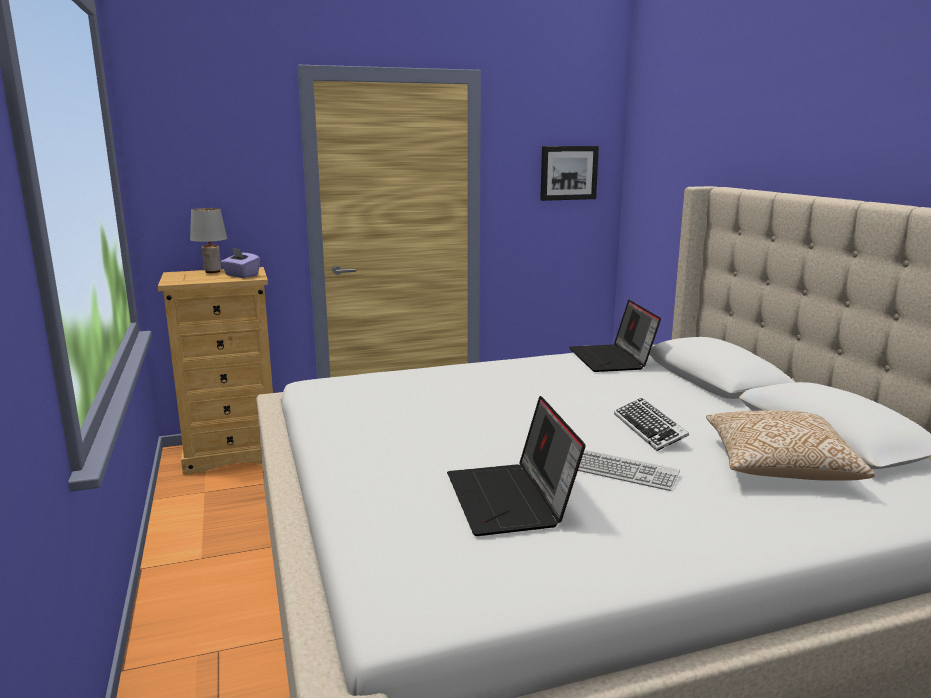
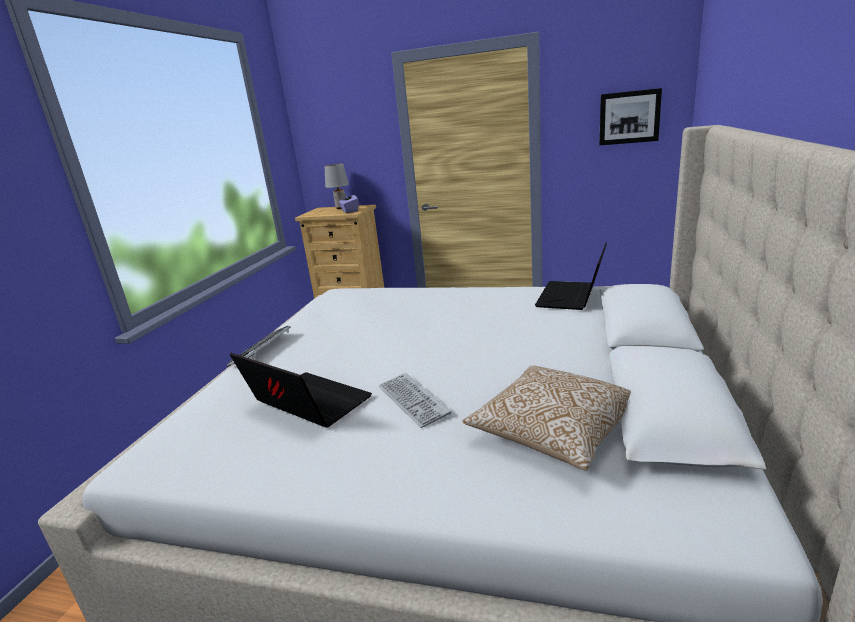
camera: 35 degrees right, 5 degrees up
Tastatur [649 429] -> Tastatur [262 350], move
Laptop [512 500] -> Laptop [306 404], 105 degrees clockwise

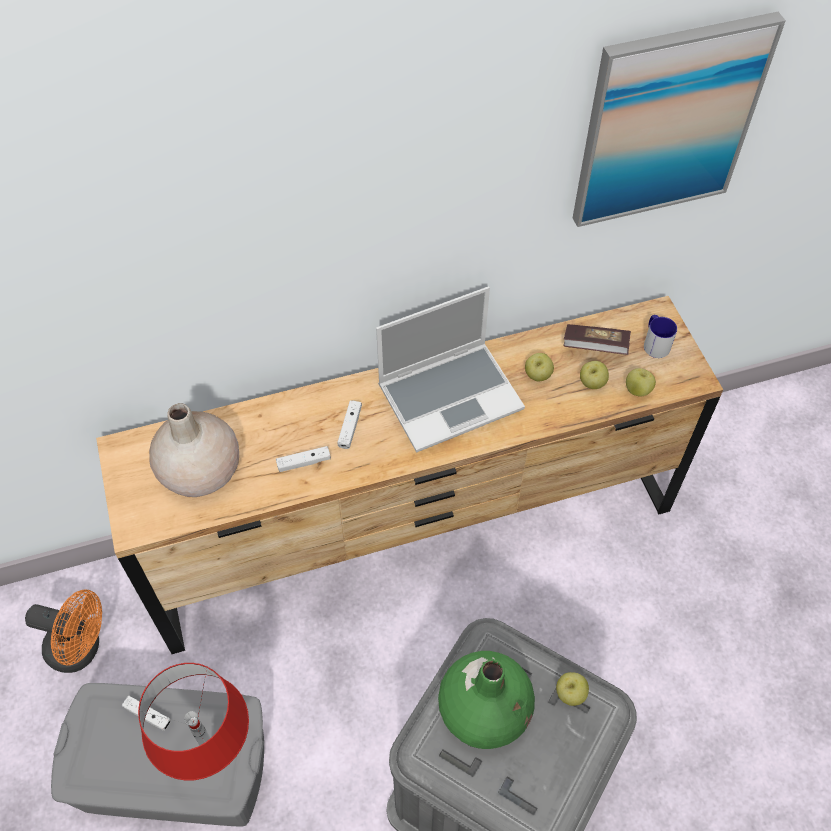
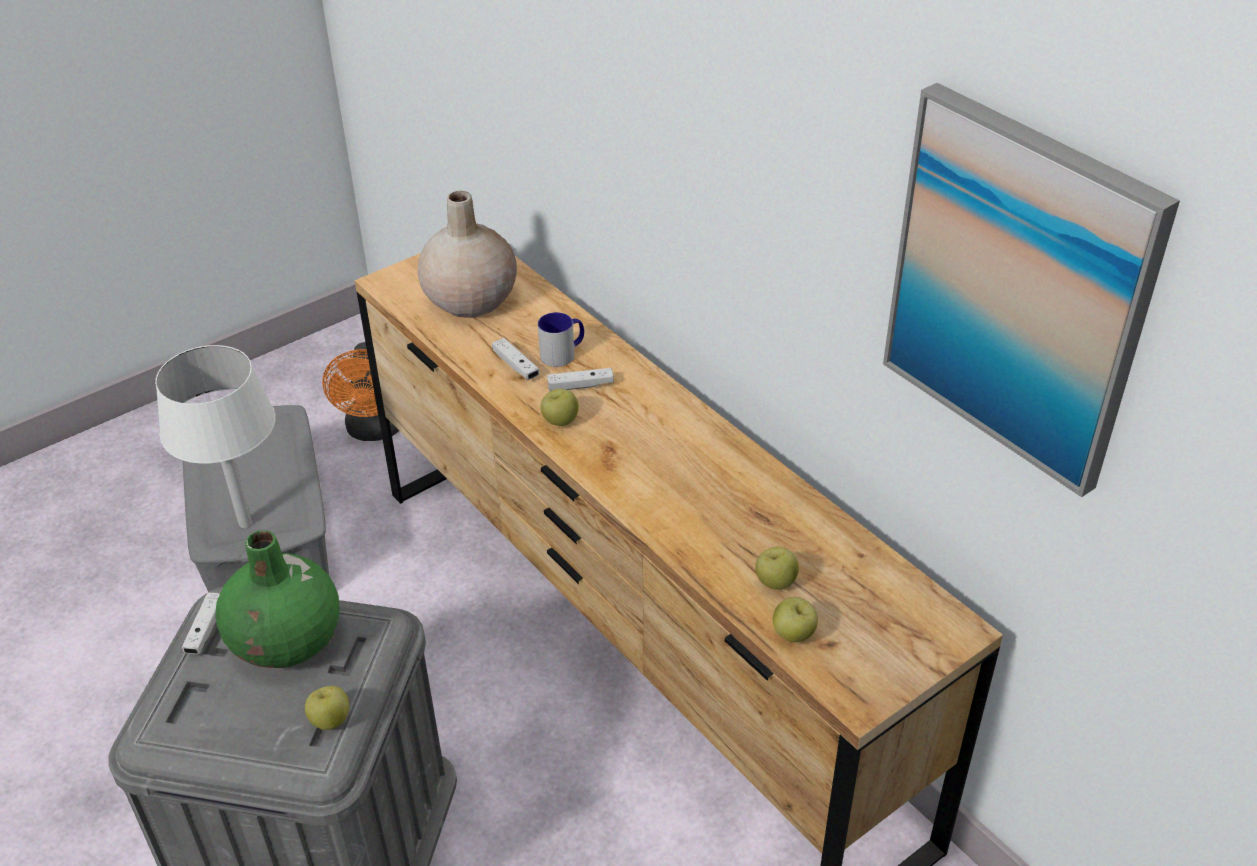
camera: 70 degrees right, 15 degrees down
Tischlampe/rot [216 761] -> Tischlampe/weiß [245 523]
Gamepad/weiß [148 715] -> Gamepad/weiß [206 629], move
Henkelbecher [654 343] -> Henkelbecher [563 353], move
Apfel [537 375] -> Apfel [560 421], move
Laptop [451 396] -> none
Buch [595 347] -> none

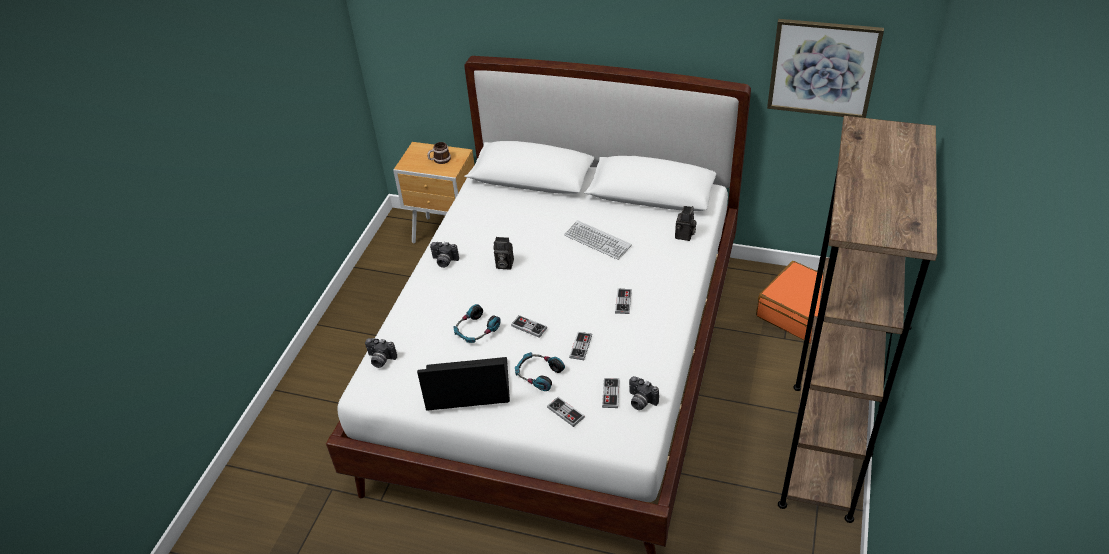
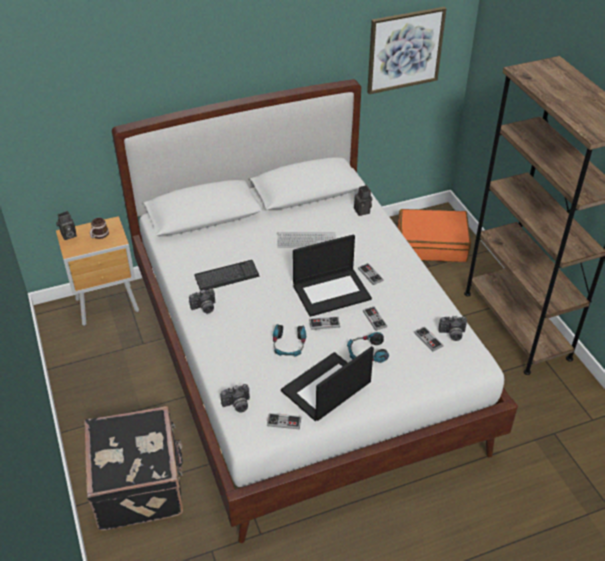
camera: 40 degrees left, 0 degrees up
Kamera [503 264] -> Kamera [68 235], move
none -> Koffer/schwarz [140 485]
none -> Tastatur [226 277]
Gamepad [565 412] -> Gamepad [284 422], move
none -> Laptop [332 291]

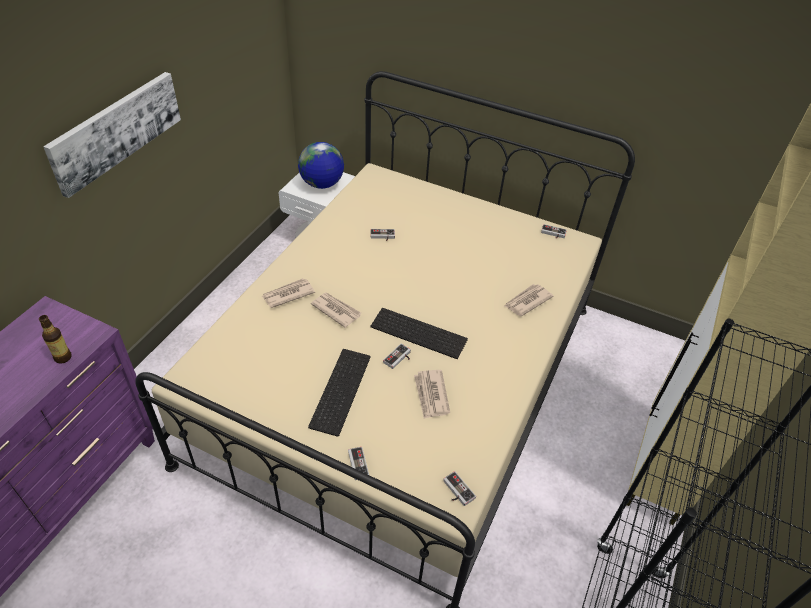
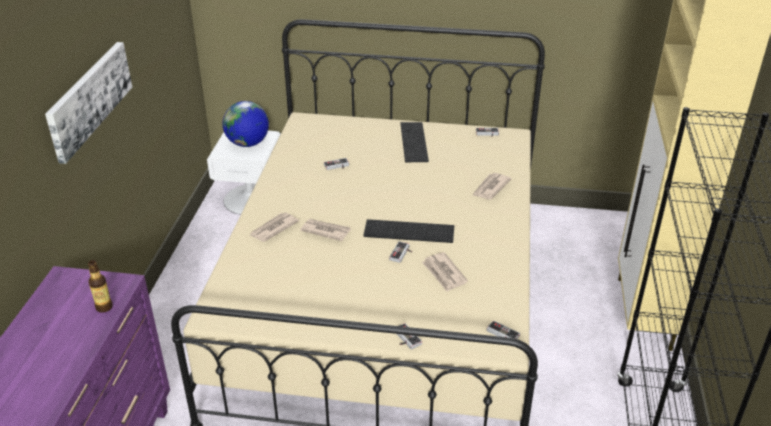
camera: 15 degrees left, 10 degrees down
Tastatur [339 389] -> Tastatur [412 141], move

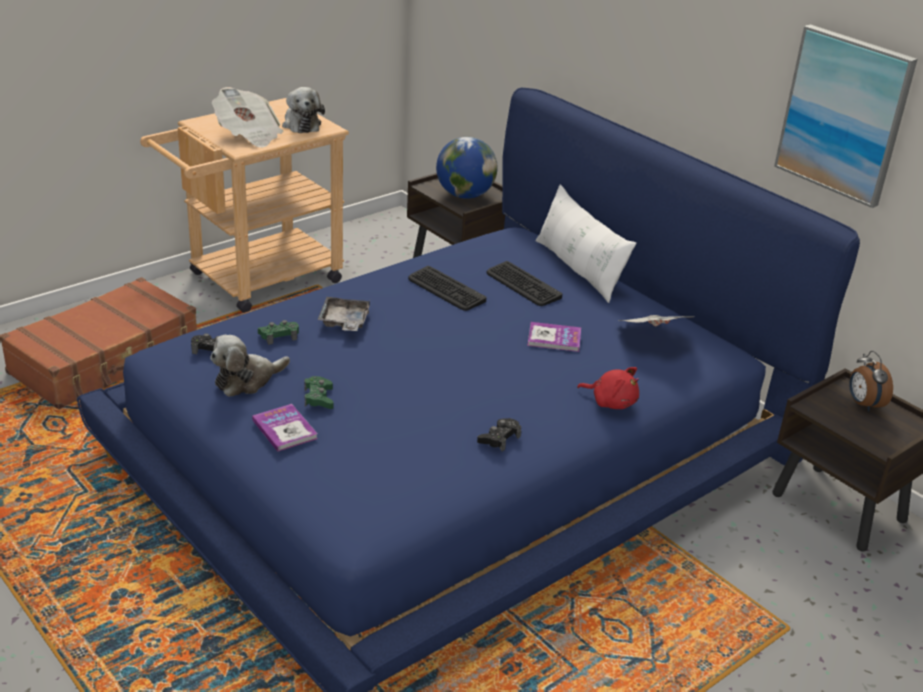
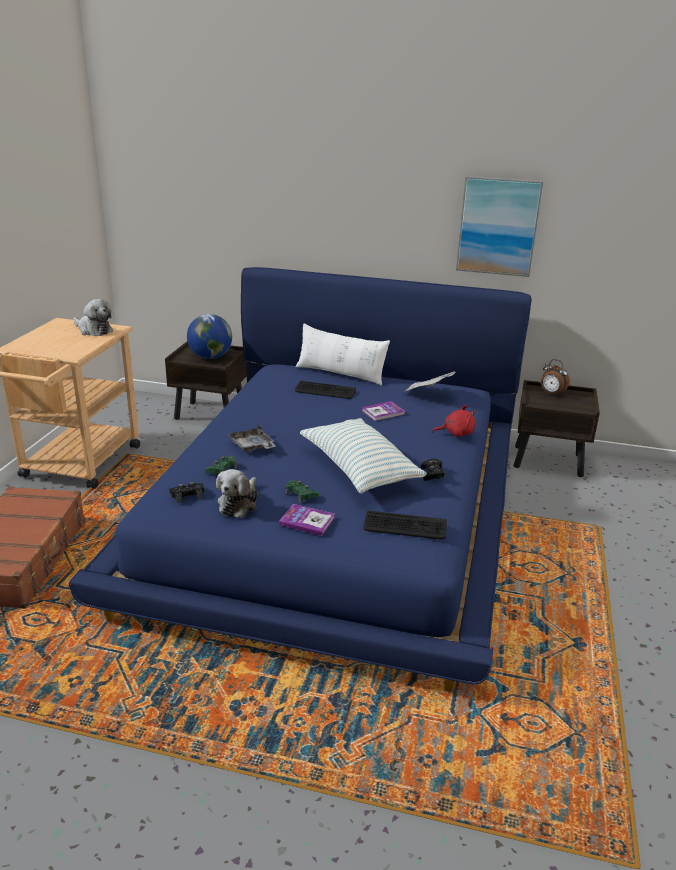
camera: 35 degrees left, 5 degrees down
none -> Kissen [359 469]
Tastatur [446 290] -> Tastatur [405 526], move
Zeitung [248 135] -> none

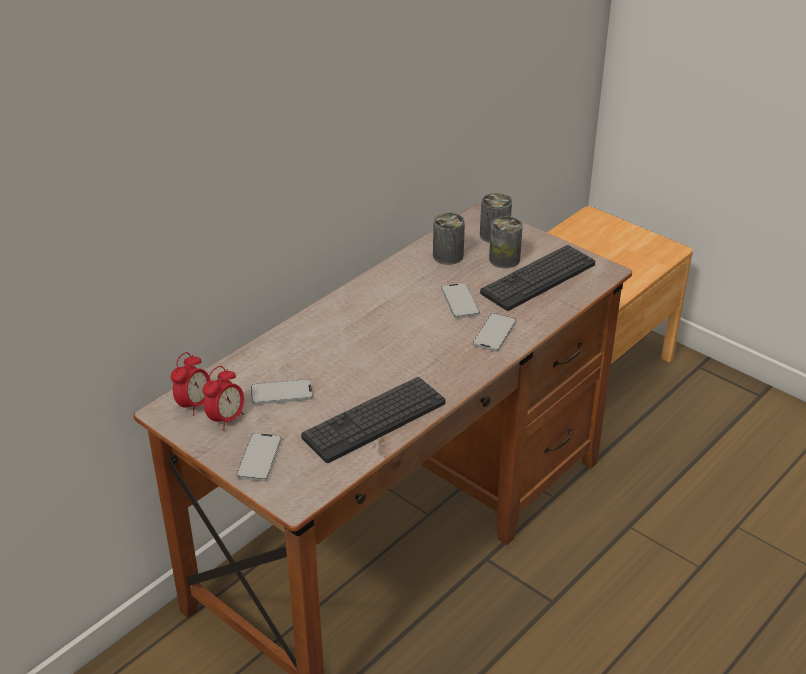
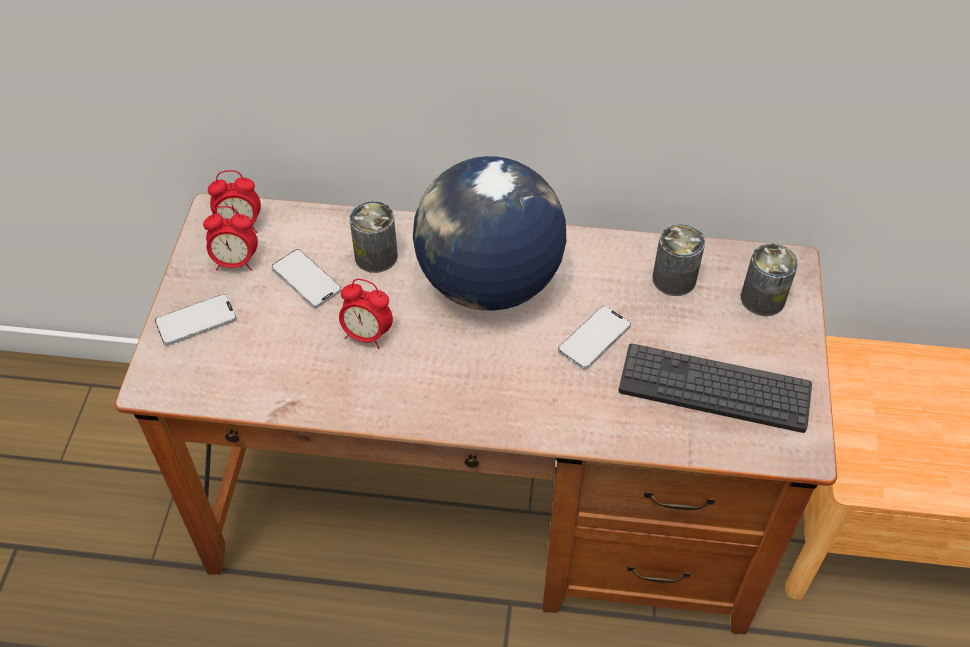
camera: 55 degrees right, 15 degrees up
none -> Wecker [367 335]
Dose [504 259] -> Dose [376 256], move
none -> Globus [488 283]
Tastatur [374 420] -> none
Handy [494 333] -> none

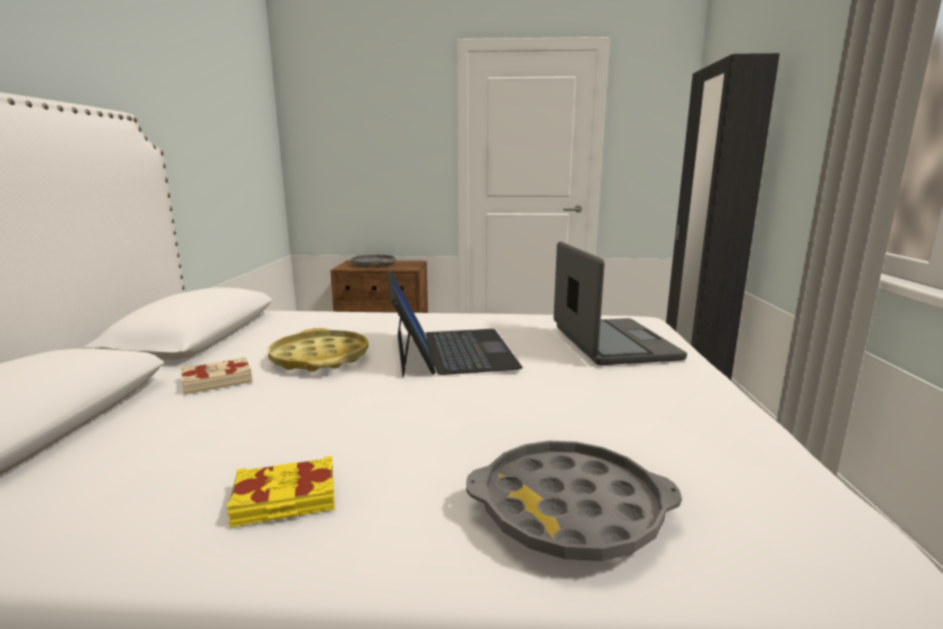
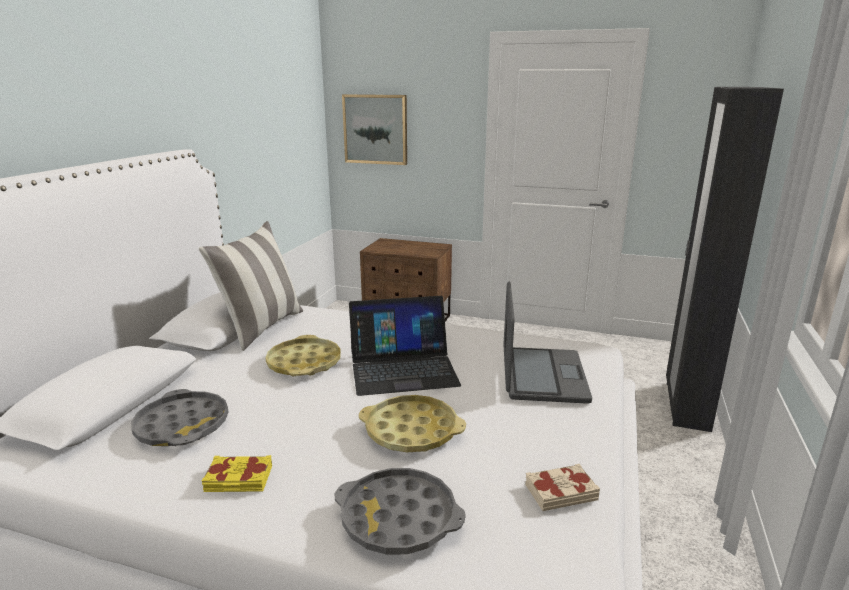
camera: 15 degrees right, 5 degrees up
Tablett/grau [373 265] -> Tablett/grau [182 426], move
none -> Kissen [261 327]
none -> Bild [375 129]
Laptop [450 351] -> Laptop [403 368], 75 degrees clockwise
none -> Tablett/gelb [411 430]
Buch/beige [217 381] -> Buch/beige [560 492], move

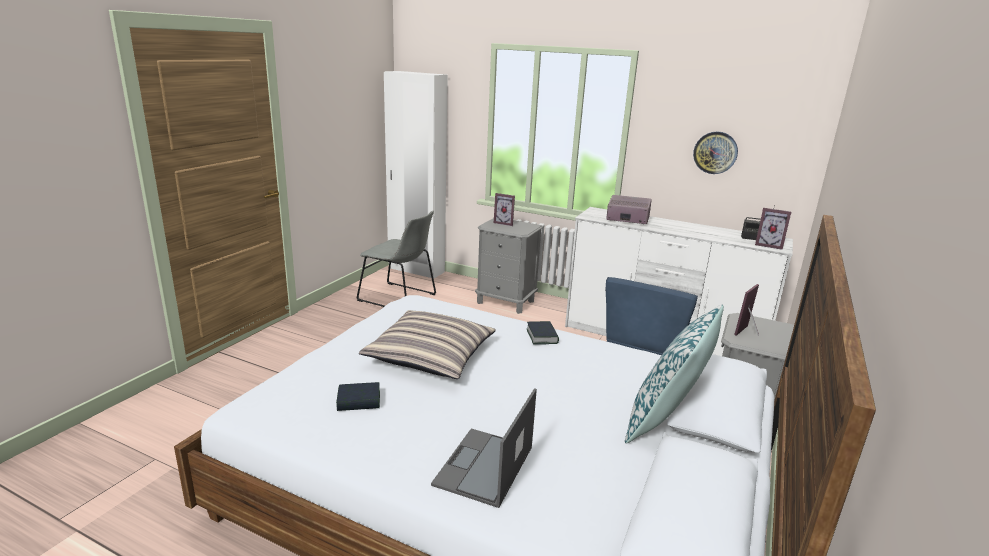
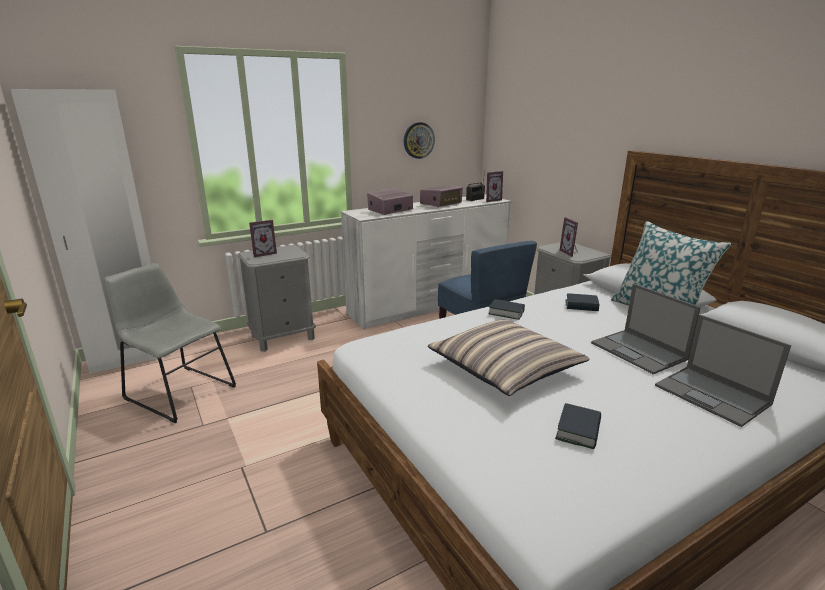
camera: 55 degrees left, 0 degrees up
Stuhl/grau [400 298] -> Stuhl/grau [178 391], 120 degrees counterclockwise
none -> Radio [441 204]
none -> Buch [581 306]
none -> Laptop [639 351]

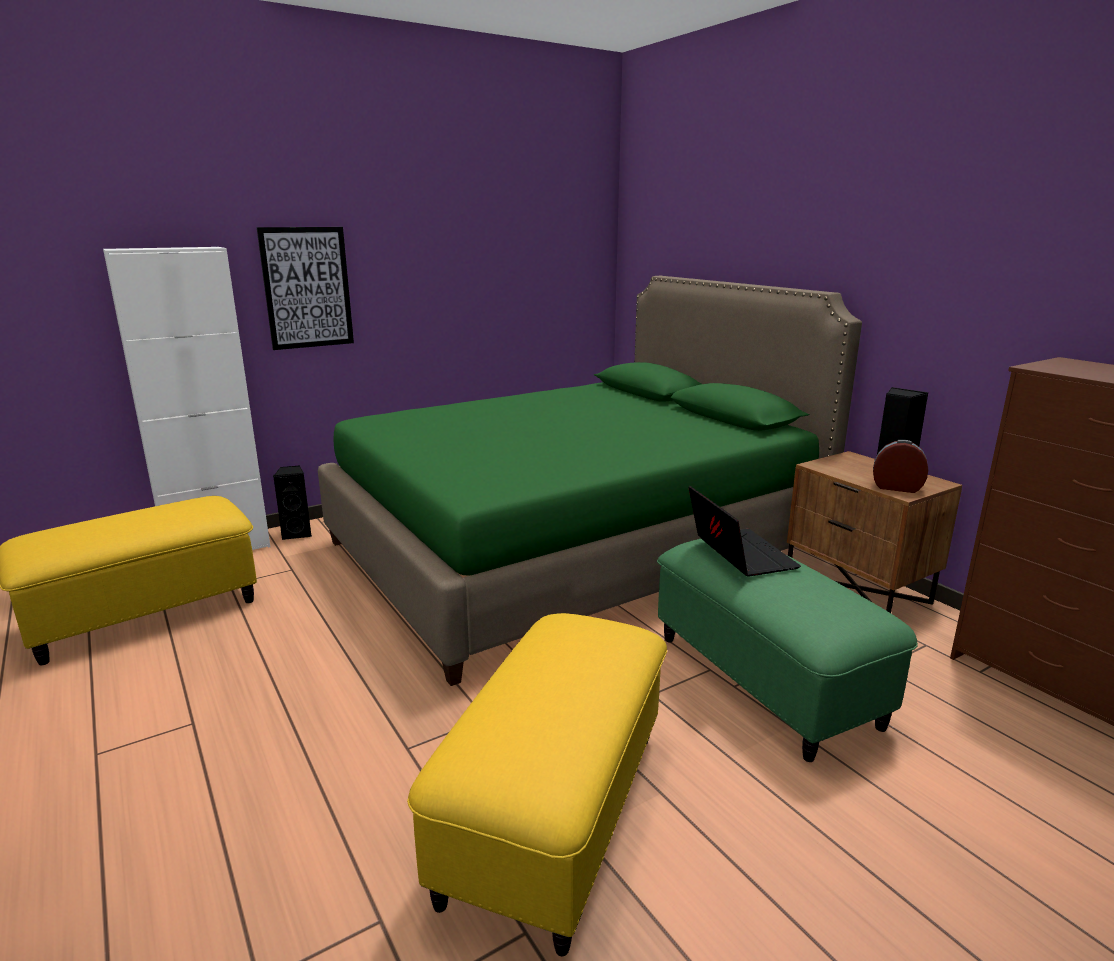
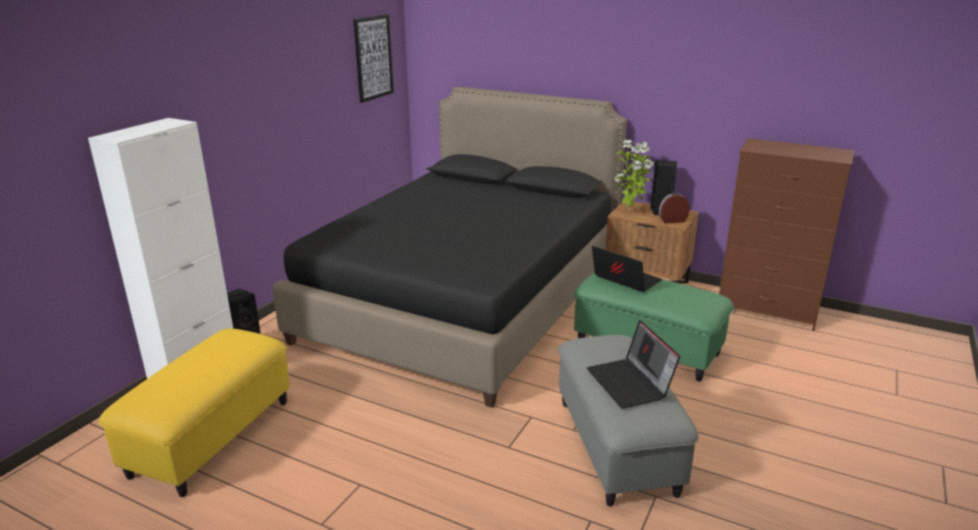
camera: 30 degrees left, 5 degrees up
Bett/grün [573 548] -> Bett/schwarz [465 301]
Bild [307 288] -> Bild [373 57], move
Polsterhocker/gelb [558 814] -> Polsterhocker/grau [618 446]
none -> Laptop [630 383]
none -> Topfpflanze [630 212]

